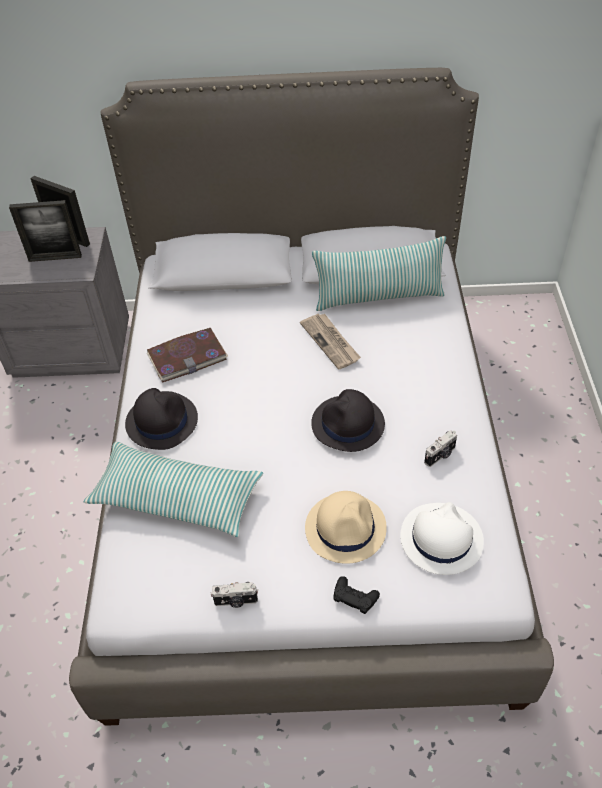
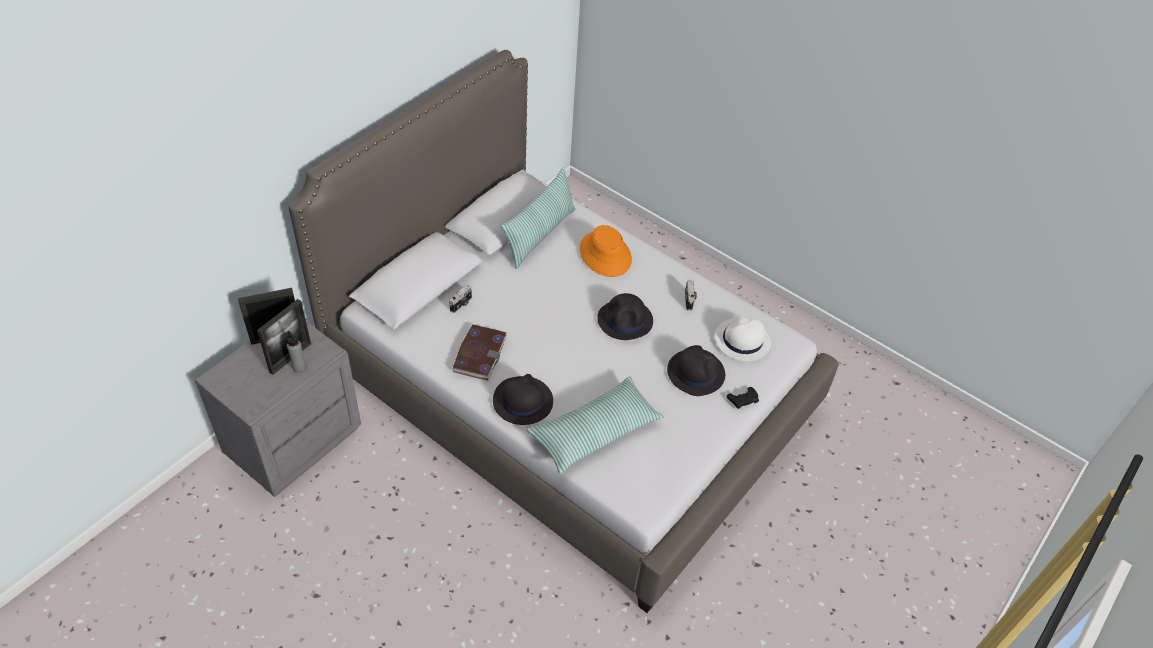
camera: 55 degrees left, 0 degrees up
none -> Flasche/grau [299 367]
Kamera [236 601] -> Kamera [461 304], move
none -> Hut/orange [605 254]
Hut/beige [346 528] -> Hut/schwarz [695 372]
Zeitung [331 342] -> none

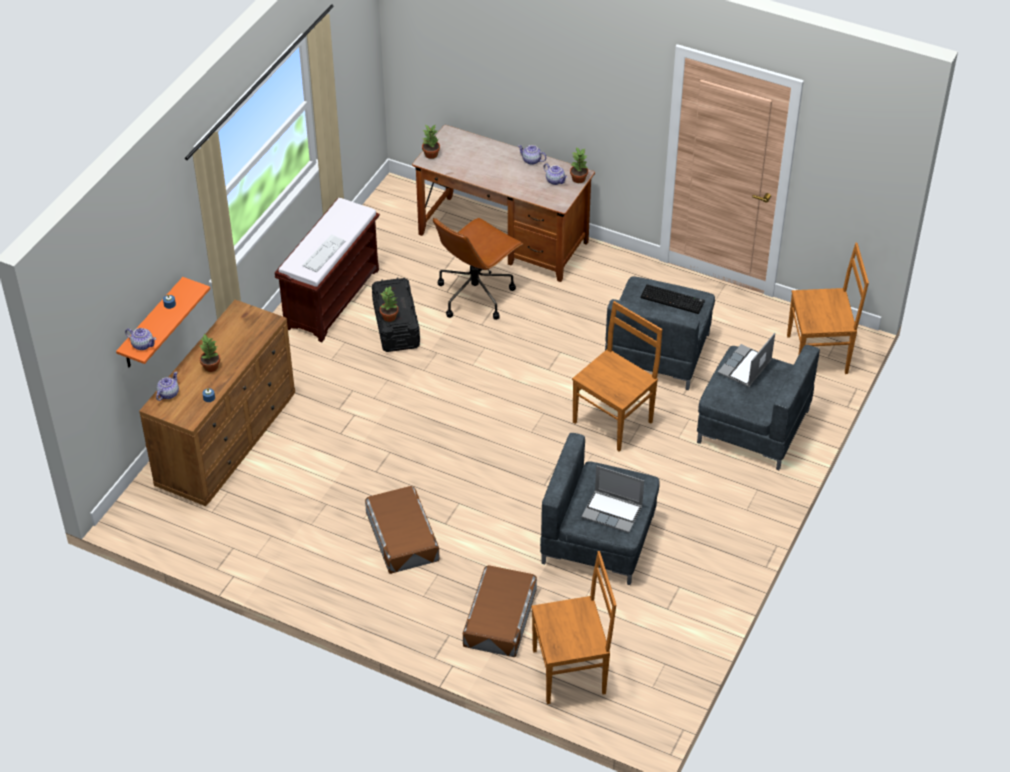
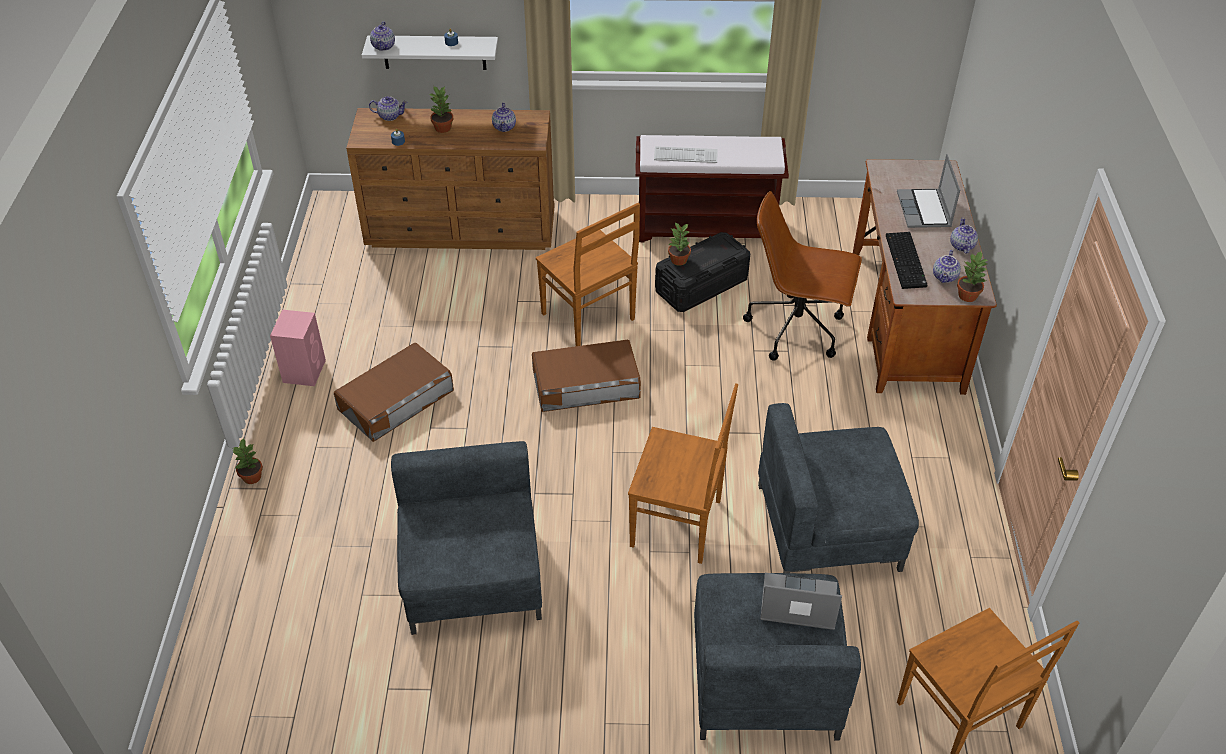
camera: 65 degrees right, 0 degrees up
Topfpflanze [431 155] -> Topfpflanze [251 477], move
none -> Lautsprecher/rosa [304 370]
Wandregal/orange [152 325] -> Wandregal/weiß [434 52]
none -> Teekanne [504 127]
Aufbewahrungsbox/braun [499 617] -> Aufbewahrungsbox/braun [586 383], move
Stuhl/braun [571 671] -> Stuhl/braun [589 318], move
Tastatur [673 299] -> Tastatur [907 261], move
Laptop [613 512] -> Laptop [925 210], move

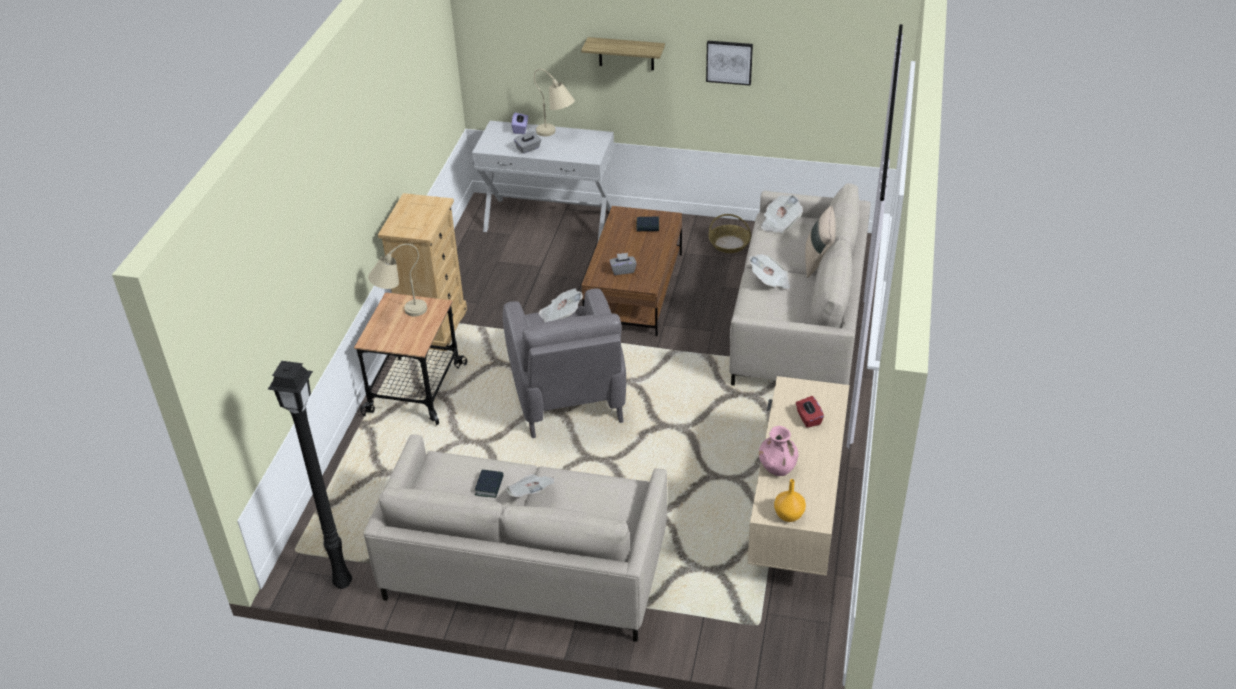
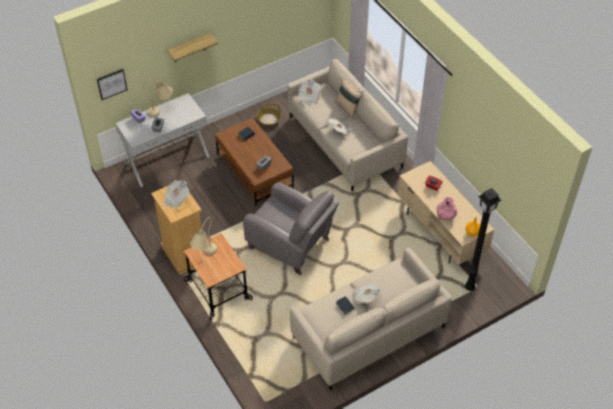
camera: 45 degrees left, 10 degrees up
Bild [729 62] -> Bild [111 83], move
Zeitung [560 316] -> Zeitung [176 199], move
Stehlampe/schwarz [341 583] -> Stehlampe/schwarz [469 288], move

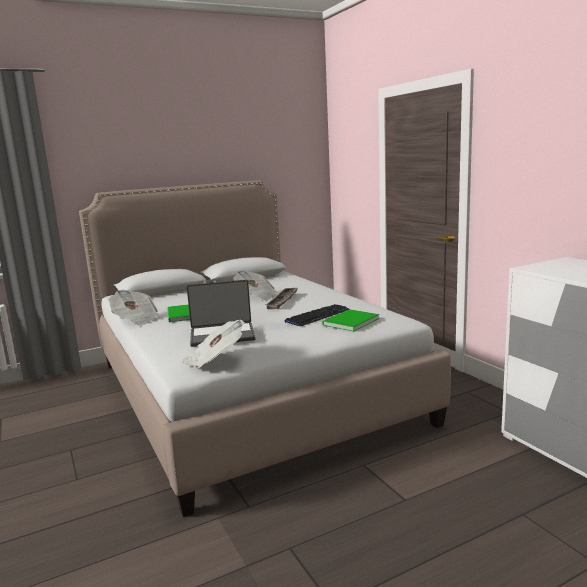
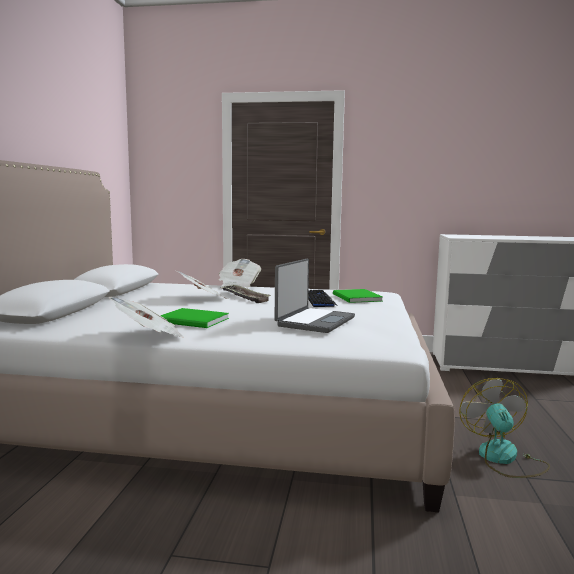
camera: 55 degrees left, 5 degrees down
Zeitung [215 359] -> Zeitung [238 286], move
none -> Ventilator [503 458]

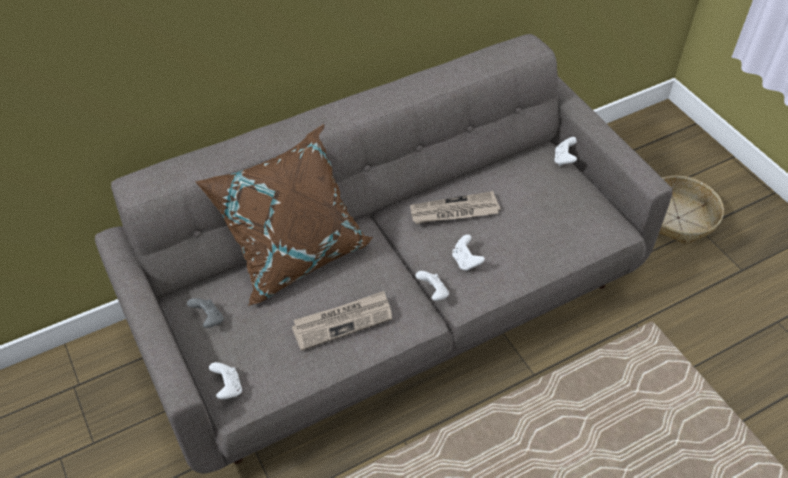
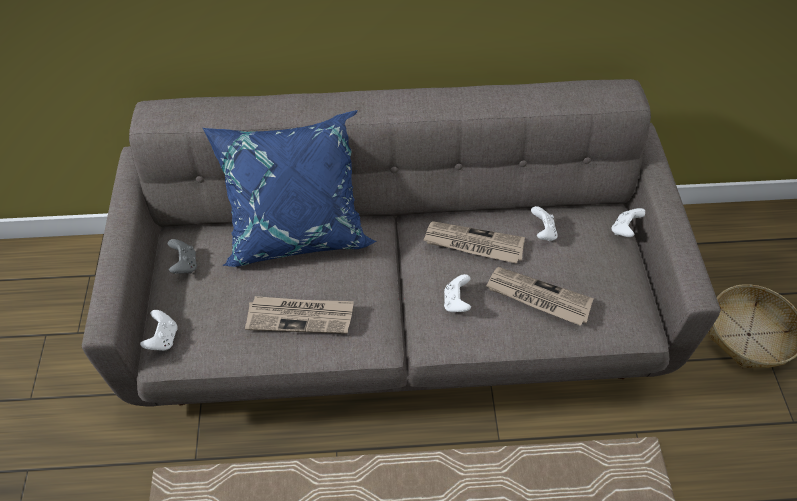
camera: 25 degrees right, 5 degrees up
Kissen/braun [294 252] -> Kissen/blau [298 228]
none -> Zeitung [537 297]
Gamepad/weiß [433 293] -> Gamepad/weiß [543 232], move

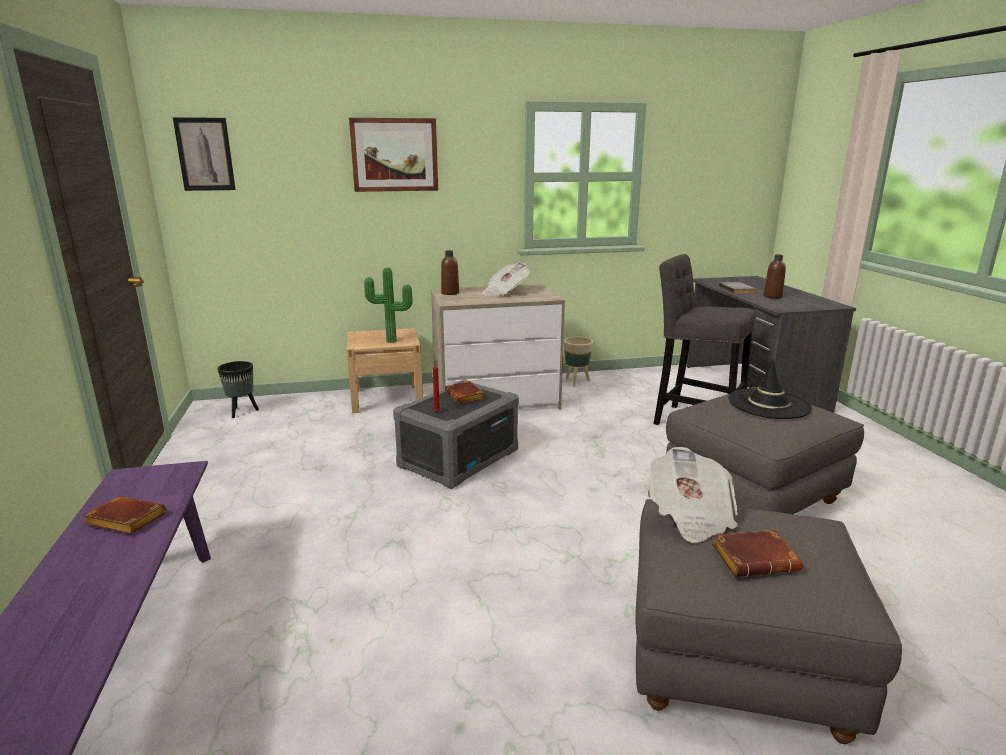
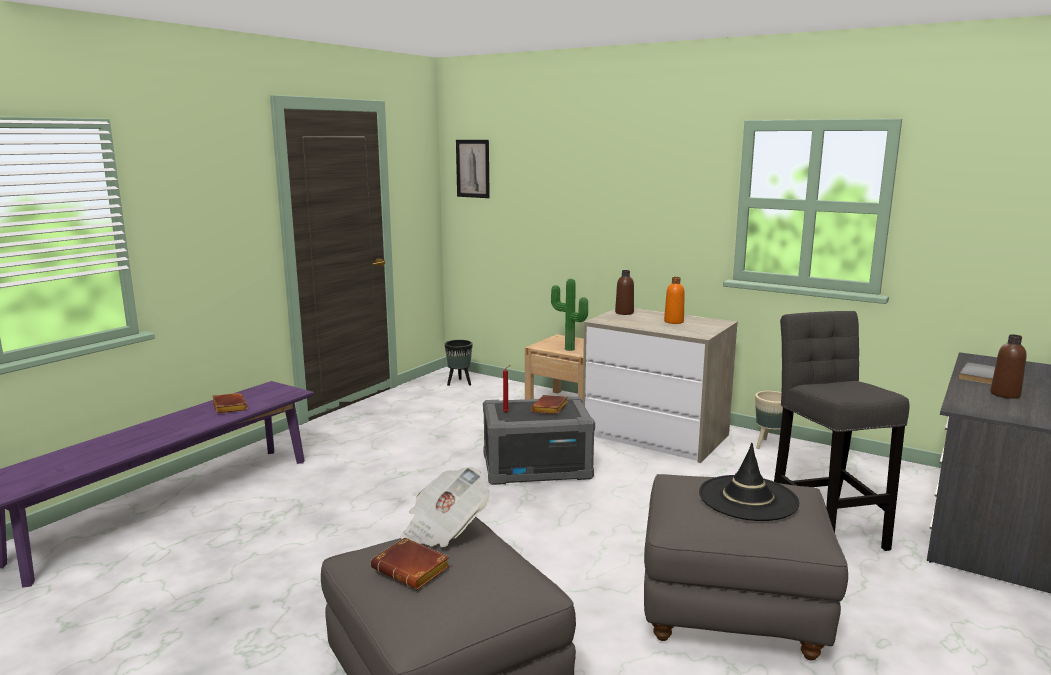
camera: 45 degrees right, 5 degrees down
Zeitung [505 292] -> Flasche/orange [673 321]
Bild [394 155] -> none

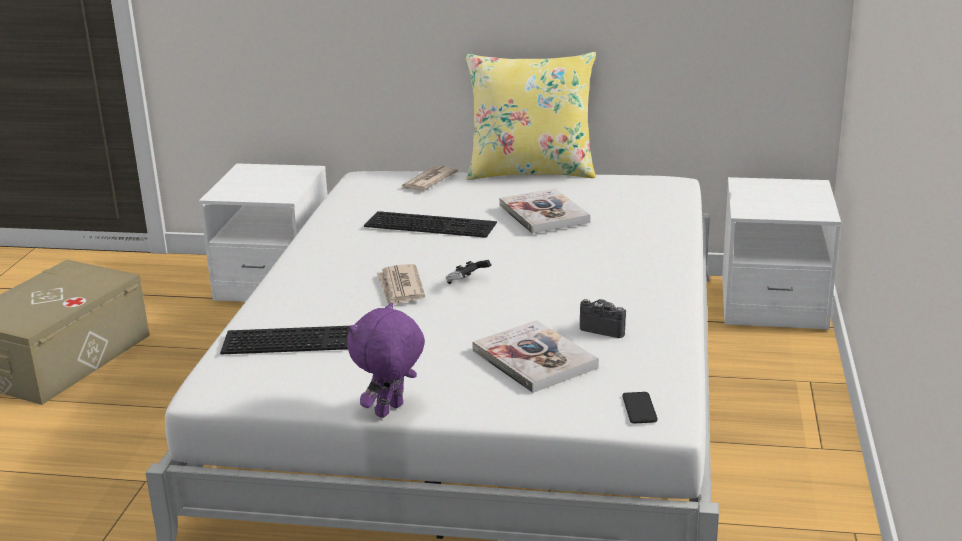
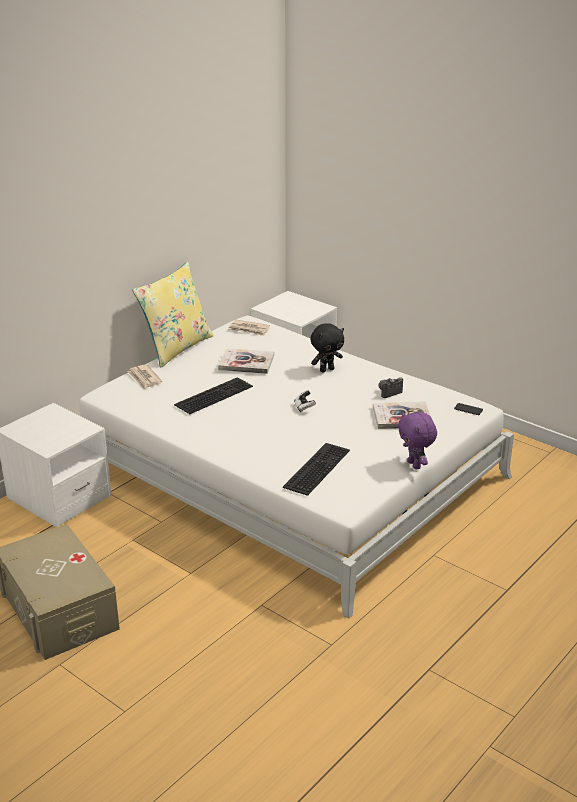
camera: 60 degrees left, 5 degrees up
Zeitung [400 288] -> Zeitung [249 329], move
none -> Plüschtier/schwarz [326 370]

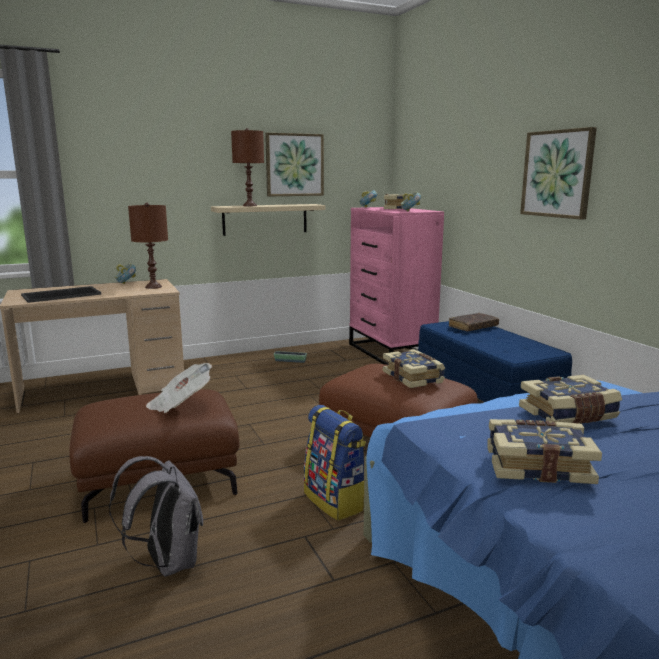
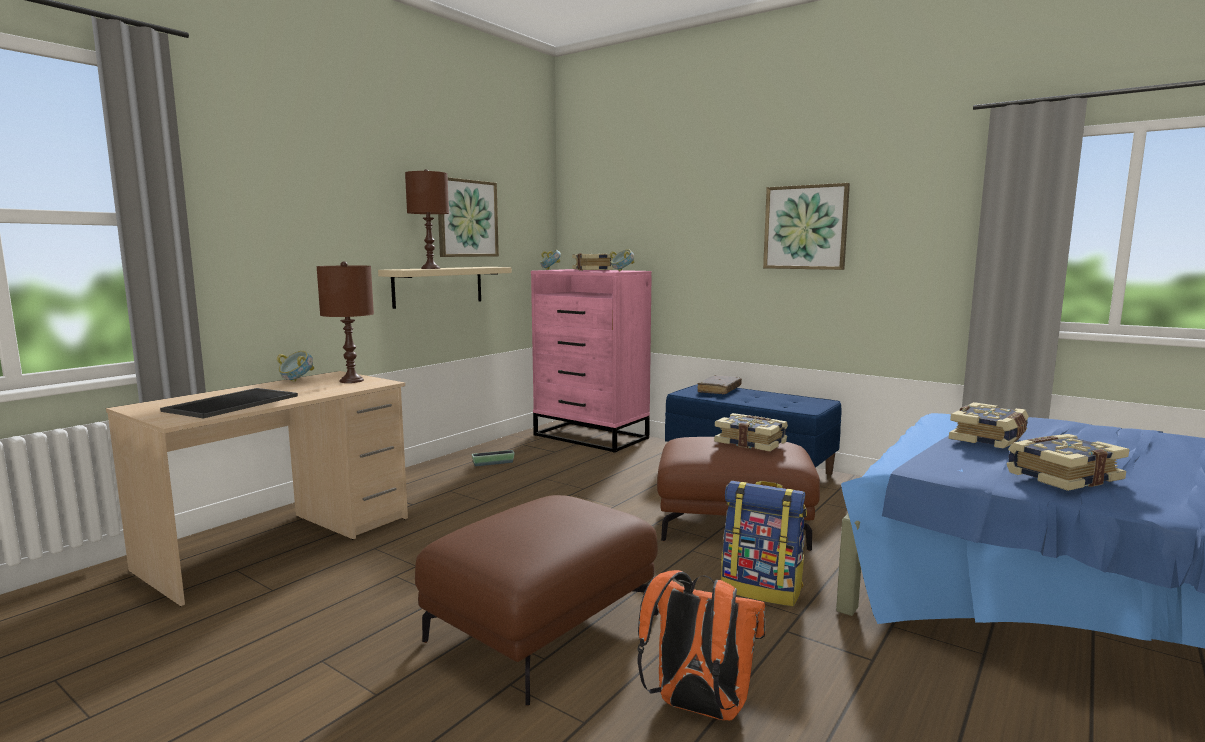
camera: 30 degrees left, 5 degrees down
Rucksack/grau [167 562] -> Rucksack/orange [697 708]
Zeitung [180 404] -> none

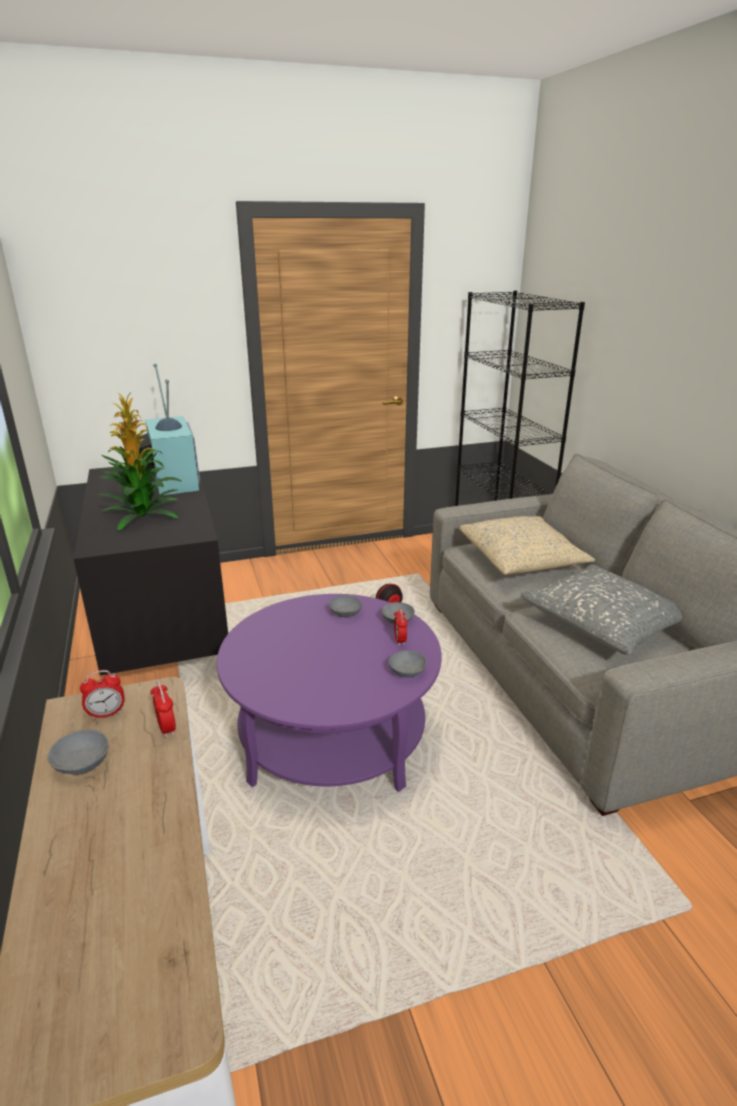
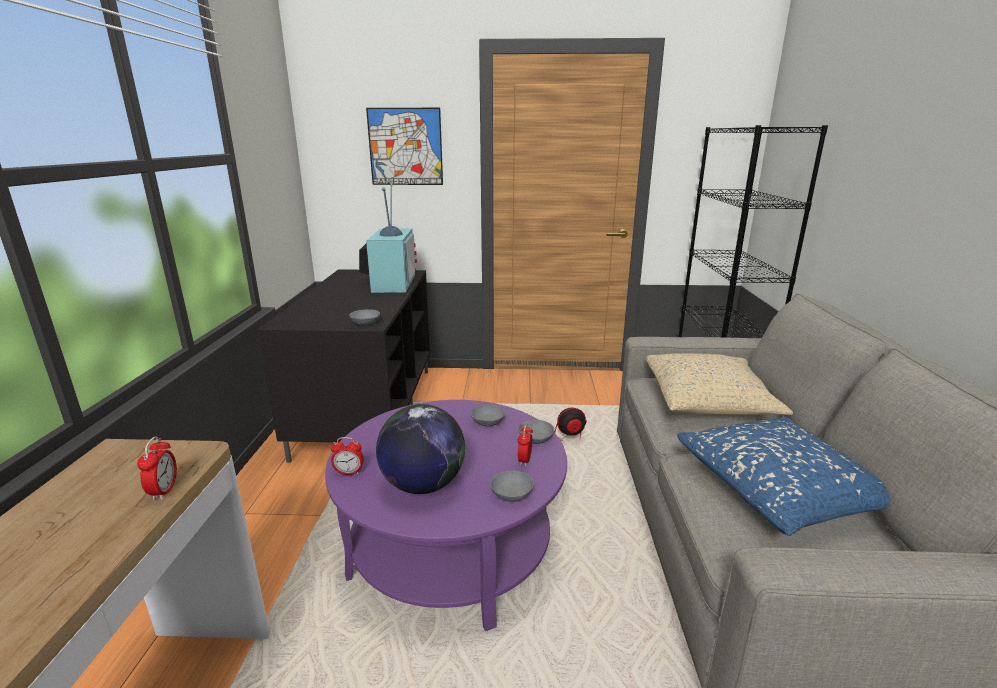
camera: 20 degrees right, 5 degrees down
Wecker [107 714] -> Wecker [349 472], move
Schüssel/grau [84 762] -> Schüssel/grau [366 323], move
none -> Bild [405 147]
none -> Globus [423 485]
Kissen/grau [604 622] -> Kissen/blau [780 489]
Topfpflanze [144 515] -> none

